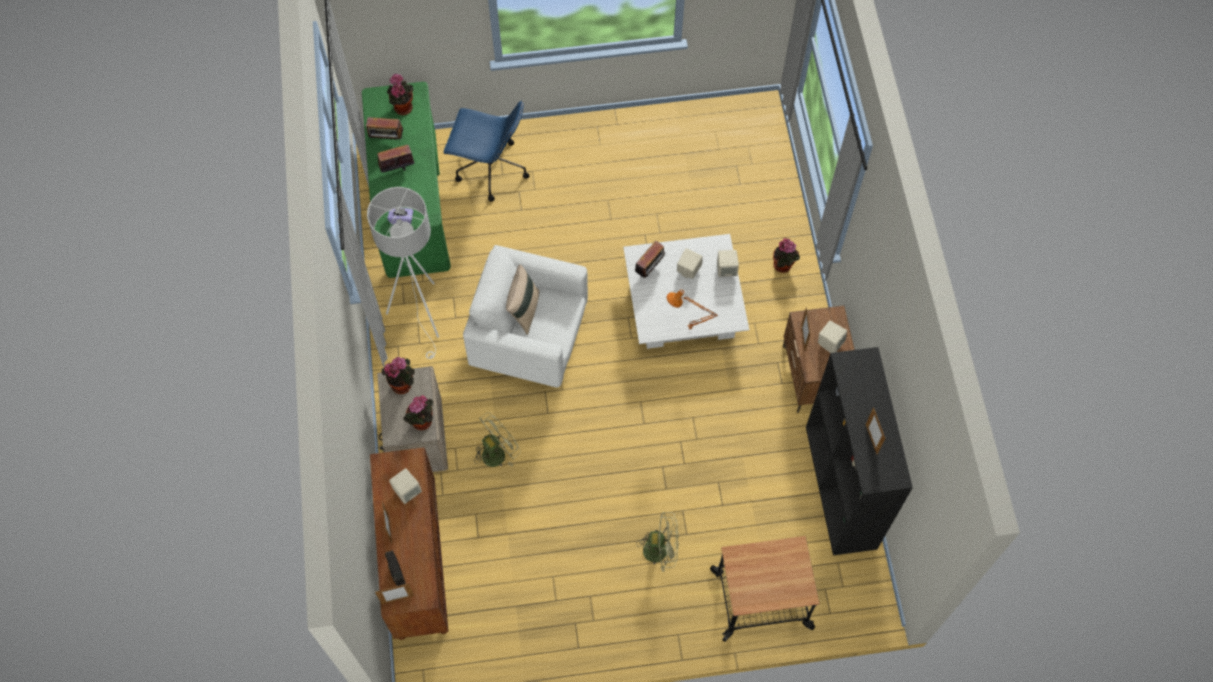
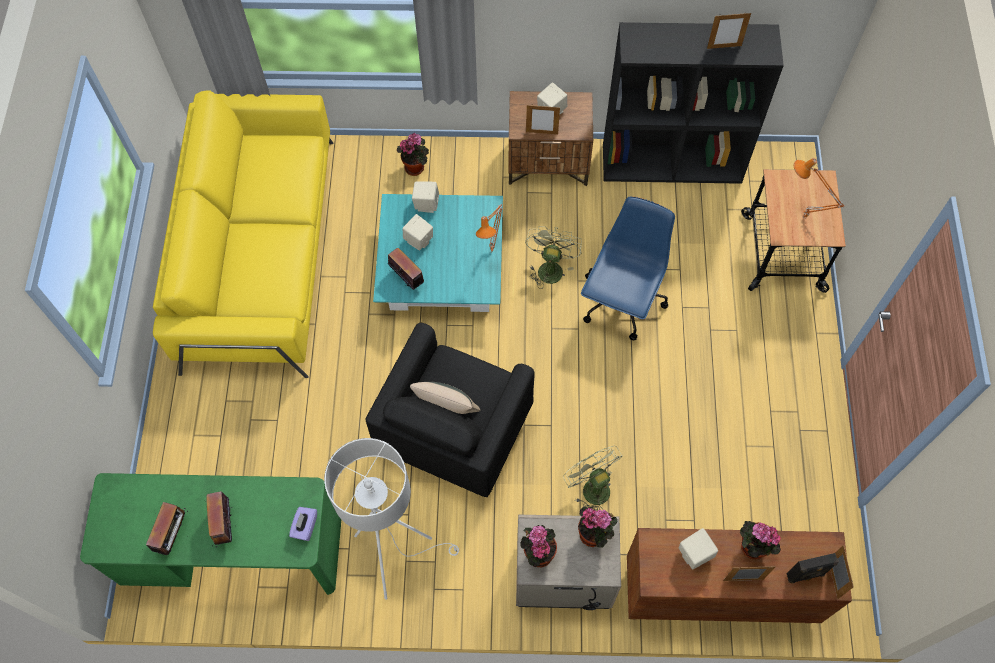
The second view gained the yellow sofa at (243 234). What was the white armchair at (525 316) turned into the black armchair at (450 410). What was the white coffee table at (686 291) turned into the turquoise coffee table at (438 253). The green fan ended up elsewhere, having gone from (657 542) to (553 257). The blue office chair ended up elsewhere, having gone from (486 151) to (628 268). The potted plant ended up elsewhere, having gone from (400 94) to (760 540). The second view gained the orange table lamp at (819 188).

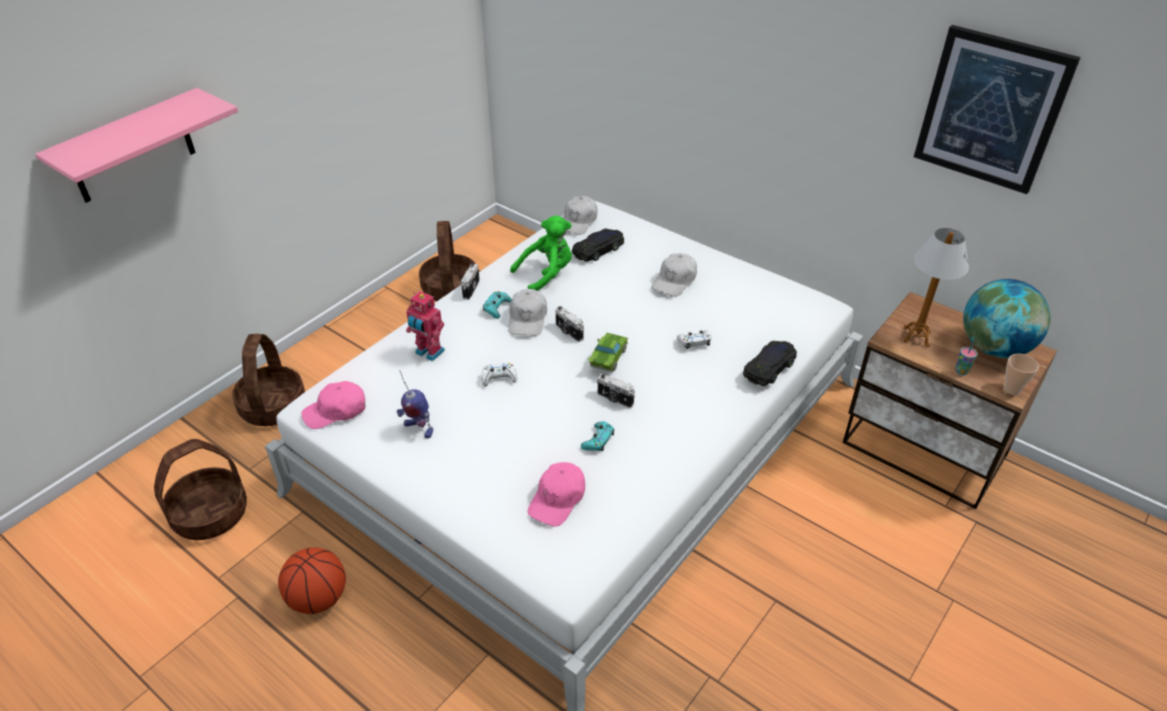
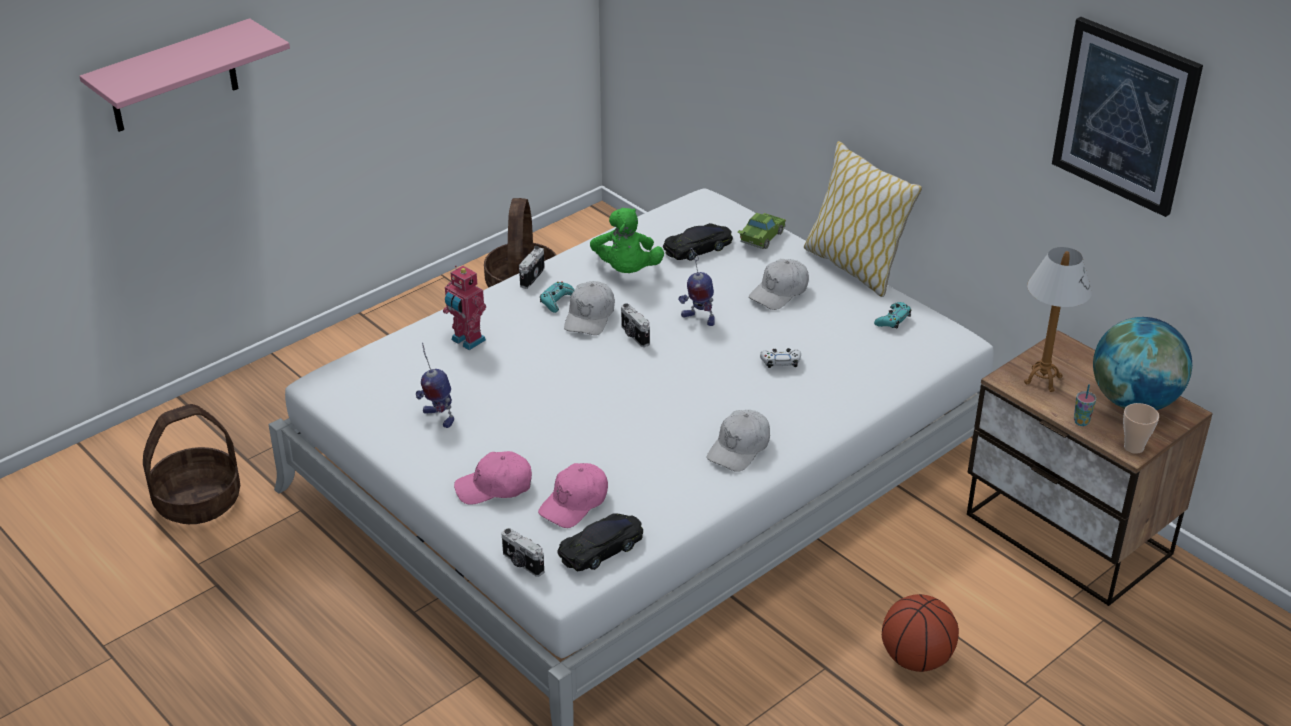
The pink cap ended up elsewhere, having gone from (333 405) to (493 478). The photo camera ended up elsewhere, having gone from (616 391) to (523 552). The black toy car ended up elsewhere, having gone from (770 363) to (600 542). The green plush toy at (541 253) ended up facing another way, 105 degrees clockwise from before. The second view gained the toy robot at (696 287). The white cap ended up elsewhere, having gone from (580 215) to (738 441). The green toy car ended up elsewhere, having gone from (607 352) to (761 231). The second view gained the pillow at (863 219). The turquoise game controller ended up elsewhere, having gone from (597 436) to (892 315). The basketball ended up elsewhere, having gone from (312 580) to (920 633). The second view lost the basket at (268 380). The second view lost the white game controller at (499 375).

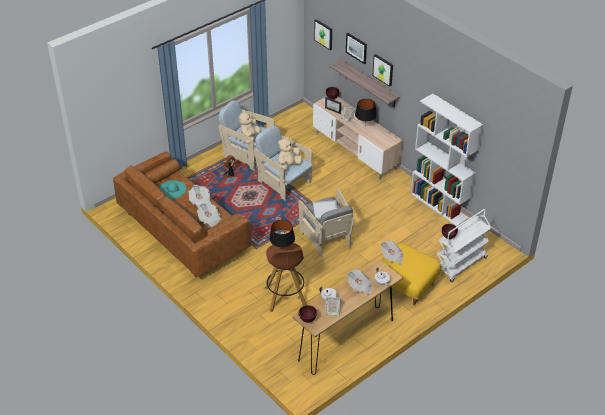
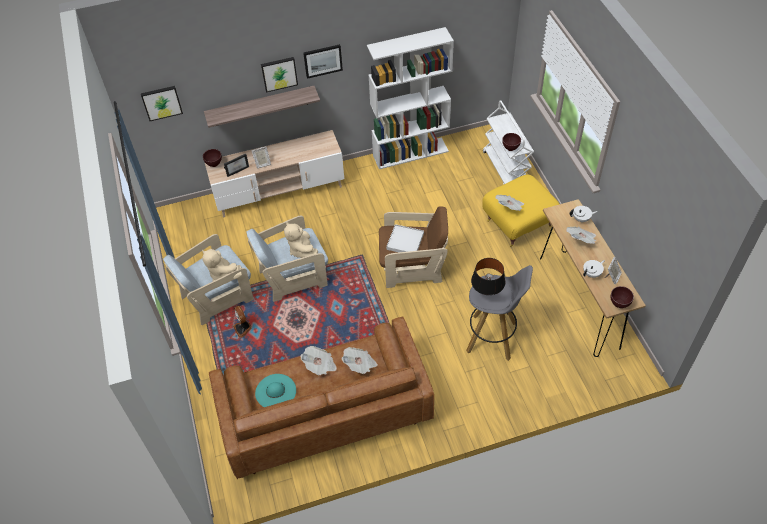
The picture ended up elsewhere, having gone from (356 48) to (323 61). What was the grey armchair at (326 223) turned into the brown armchair at (413 247). What was the brown stool at (285 277) turned into the grey stool at (499 313). The second view lost the black table lamp at (366 112).

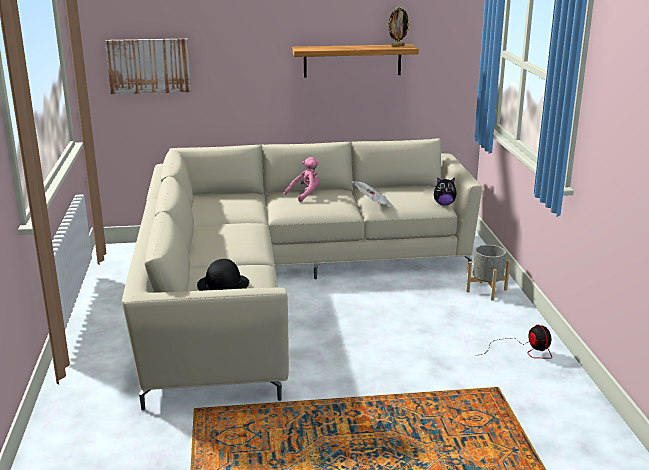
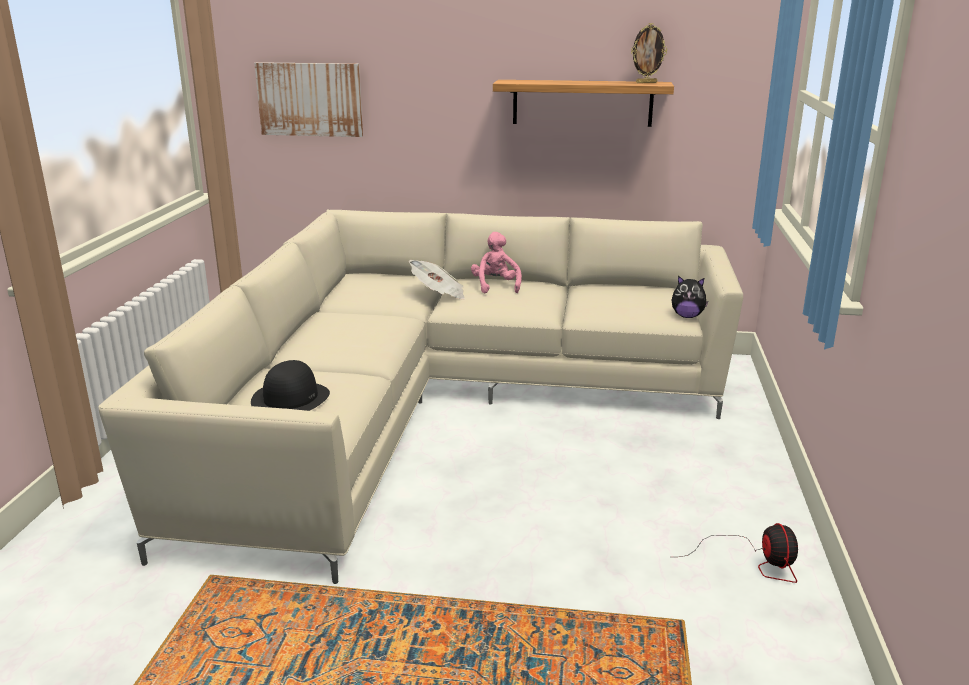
The newspaper ended up elsewhere, having gone from (372 194) to (437 279). The pink plush toy at (302 179) ended up facing another way, 75 degrees counterclockwise from before. The second view lost the grey planter at (488 273).

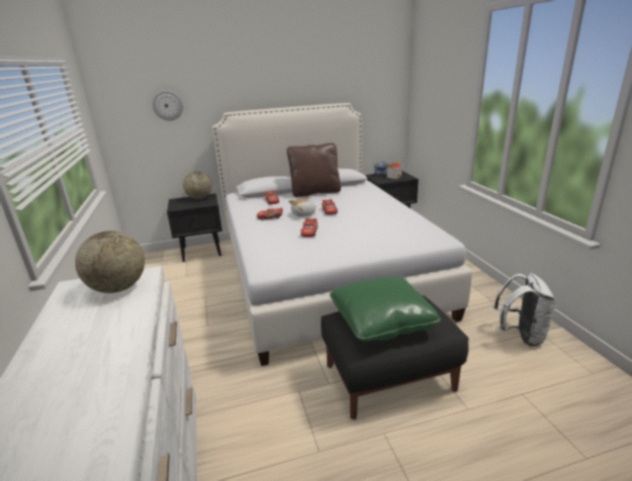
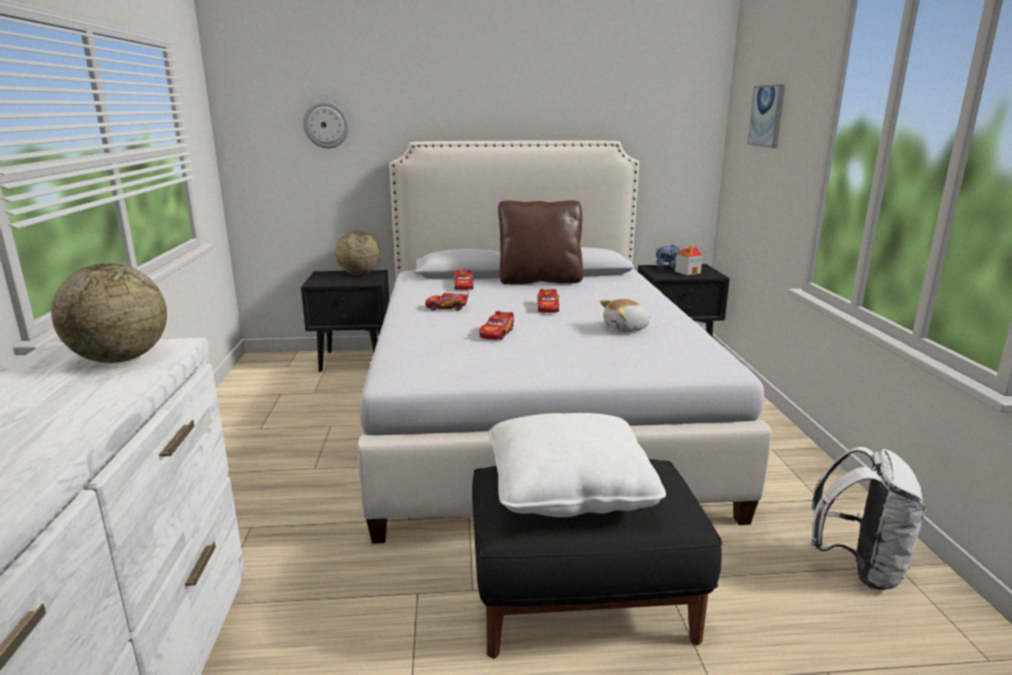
What was the green pillow at (385 309) turned into the white pillow at (577 465). The plush toy ended up elsewhere, having gone from (302 207) to (625 315). The second view gained the picture at (766 116).

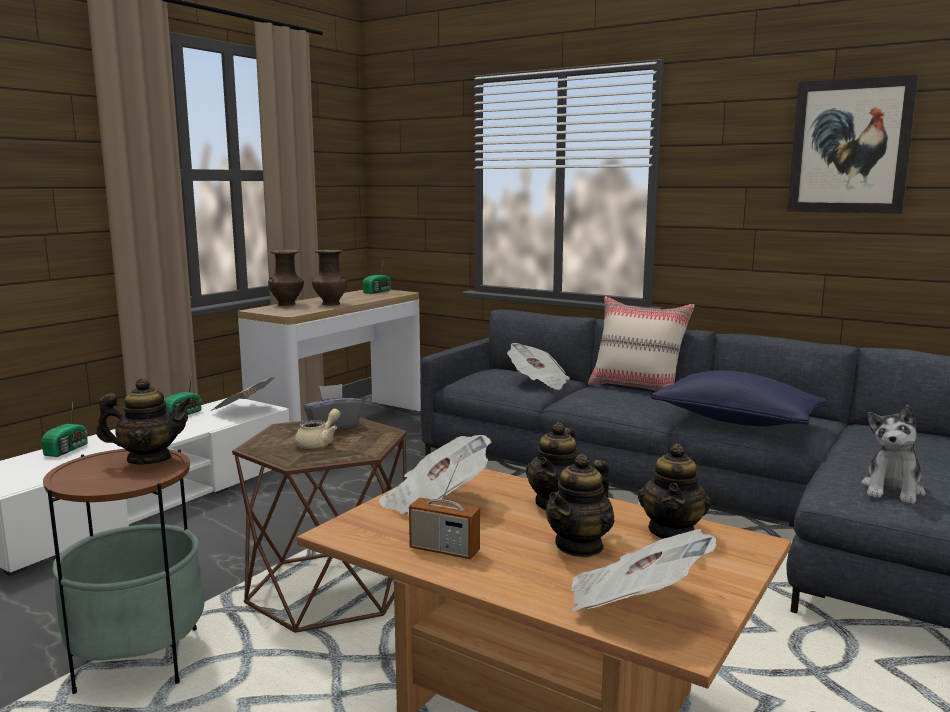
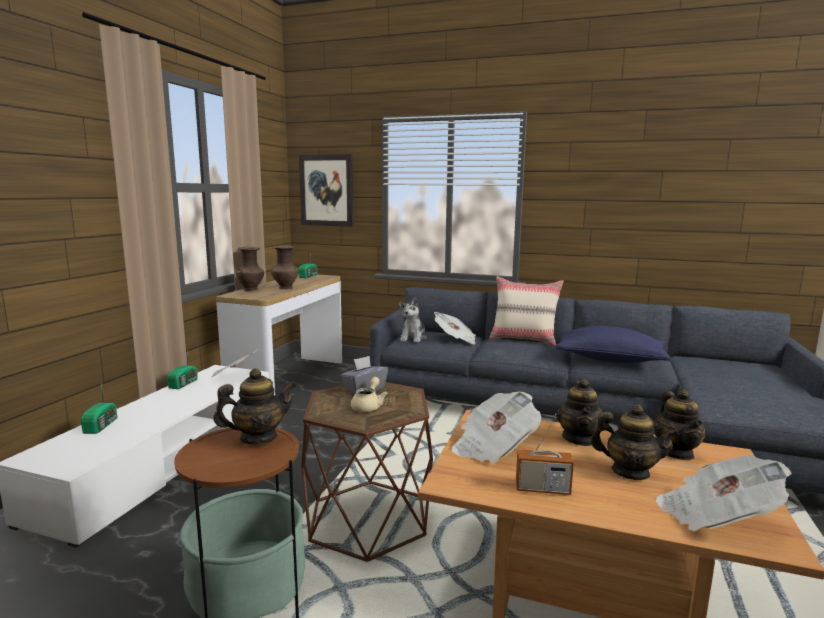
The picture ended up elsewhere, having gone from (853 144) to (326 190). The plush toy ended up elsewhere, having gone from (893 454) to (413 320). The teapot at (580 506) ended up facing another way, 90 degrees counterclockwise from before.

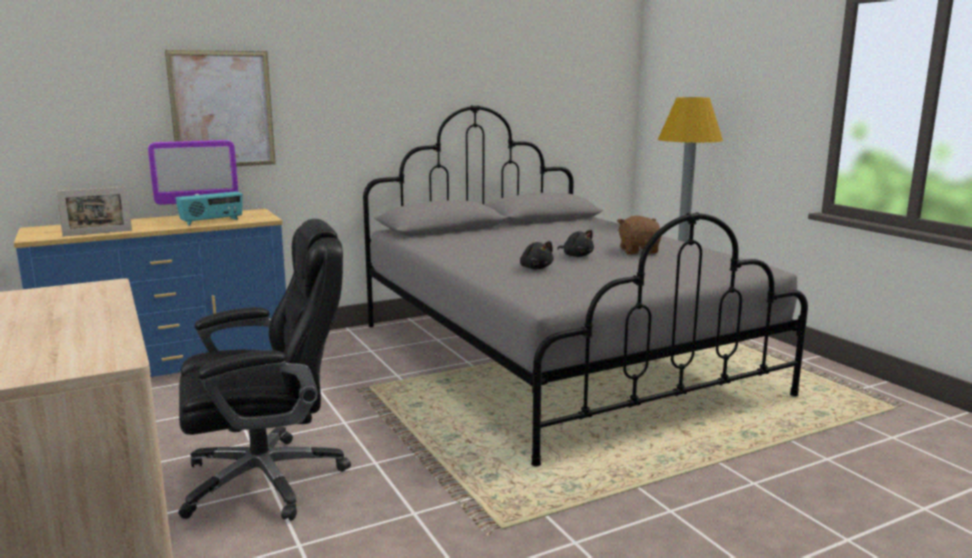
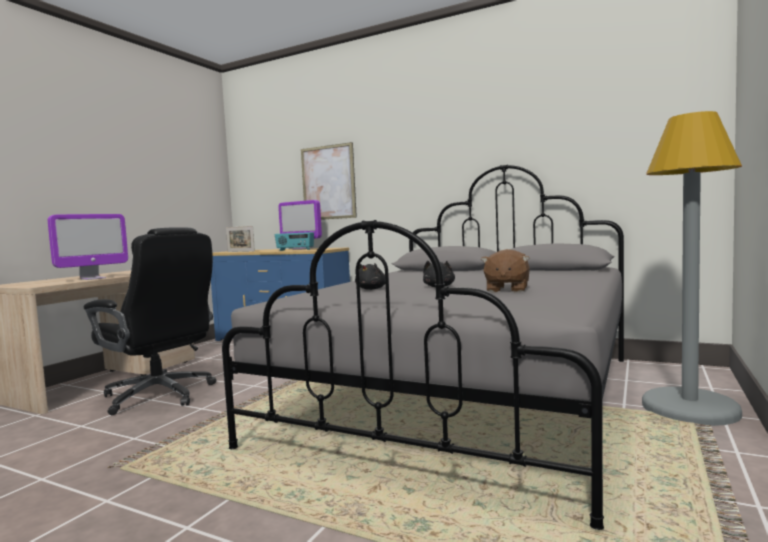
The second view gained the monitor at (88 247). The brown plush toy at (639 234) ended up facing another way, 150 degrees clockwise from before.

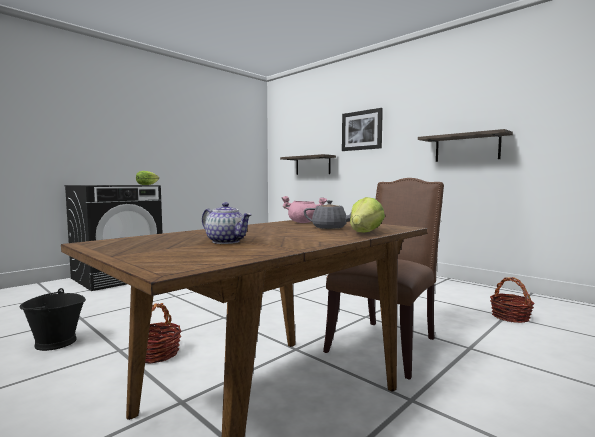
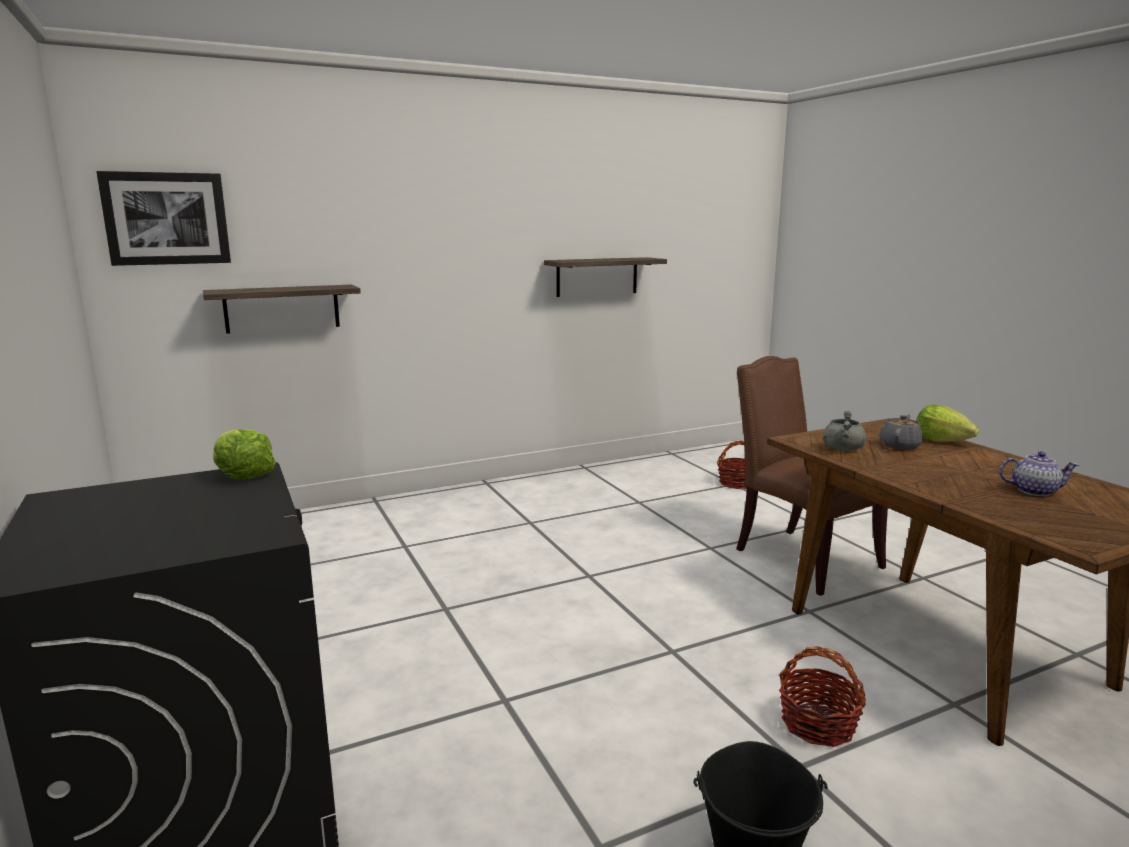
The picture ended up elsewhere, having gone from (362 129) to (163 218). What was the pink cooking pot at (304 209) turned into the grey cooking pot at (844 431). The teapot at (227 223) ended up facing another way, 45 degrees clockwise from before.

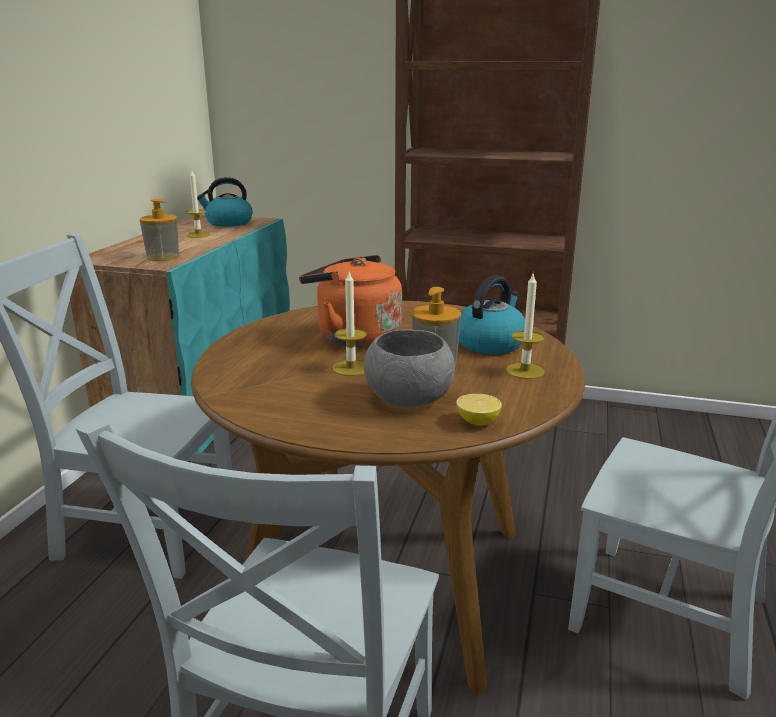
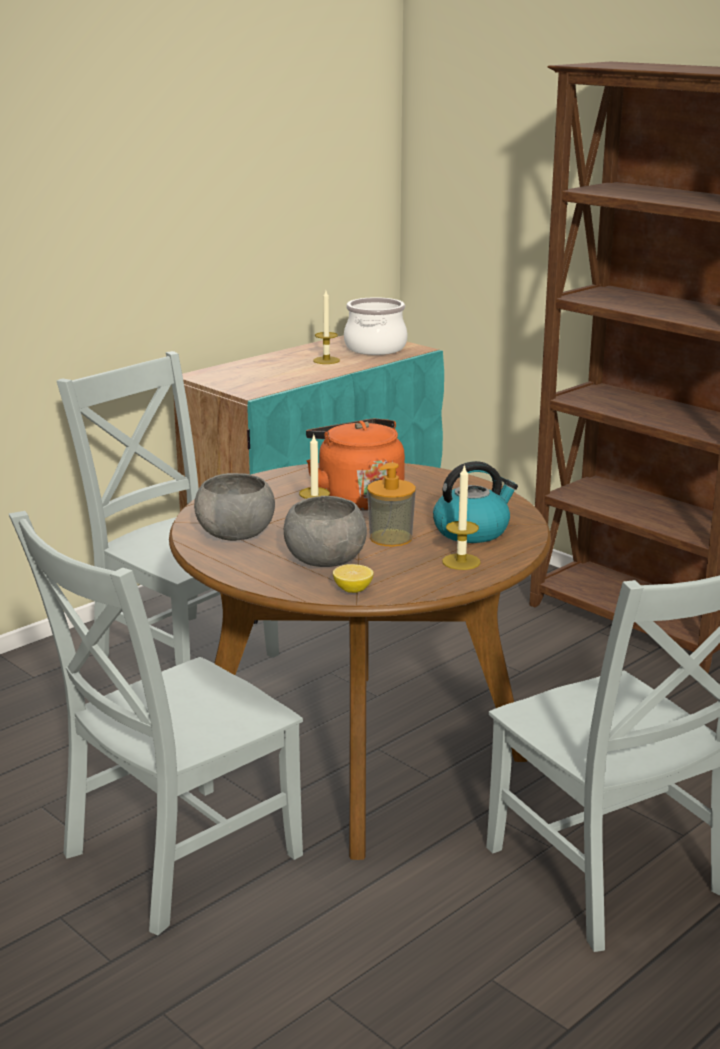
The second view gained the grey bowl at (234 507). Where the kettle stood at (225 202), the cooking pot came to stand at (376 326). The second view lost the soap dispenser at (159 230).

